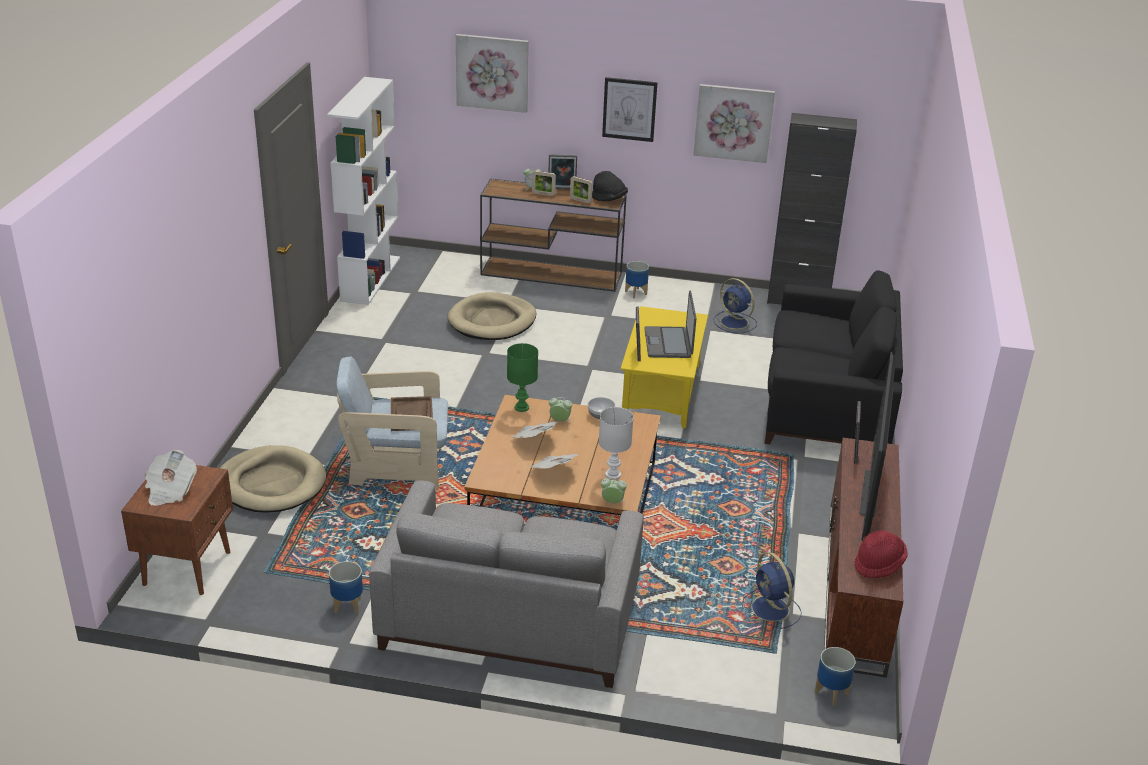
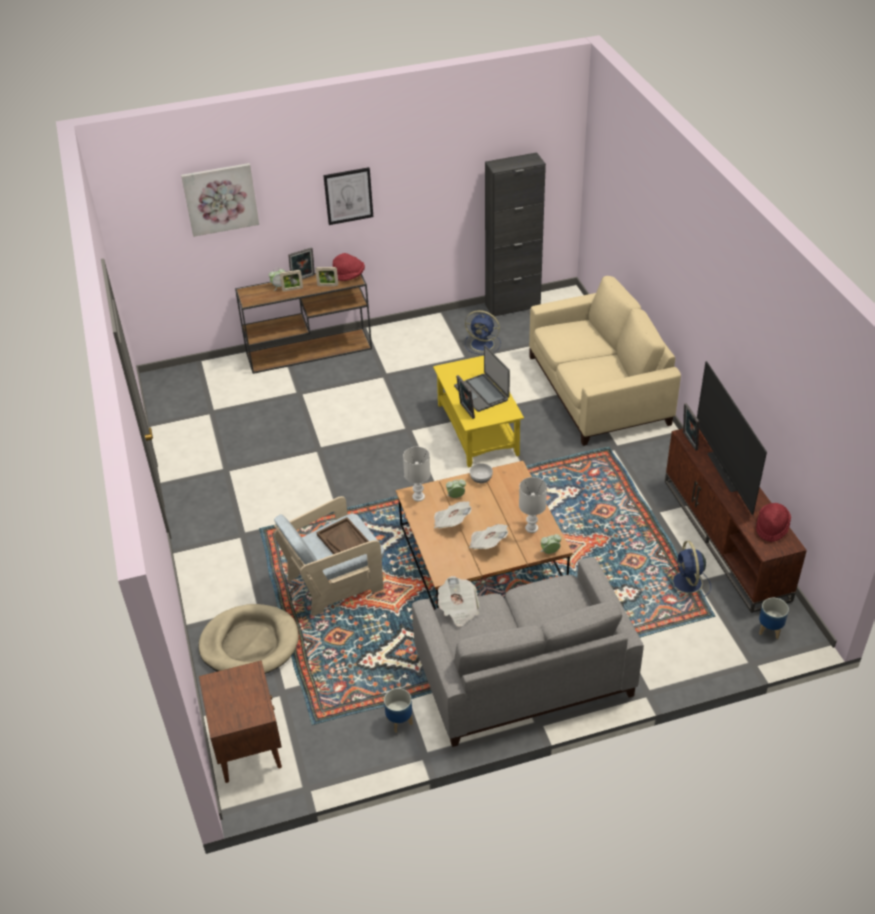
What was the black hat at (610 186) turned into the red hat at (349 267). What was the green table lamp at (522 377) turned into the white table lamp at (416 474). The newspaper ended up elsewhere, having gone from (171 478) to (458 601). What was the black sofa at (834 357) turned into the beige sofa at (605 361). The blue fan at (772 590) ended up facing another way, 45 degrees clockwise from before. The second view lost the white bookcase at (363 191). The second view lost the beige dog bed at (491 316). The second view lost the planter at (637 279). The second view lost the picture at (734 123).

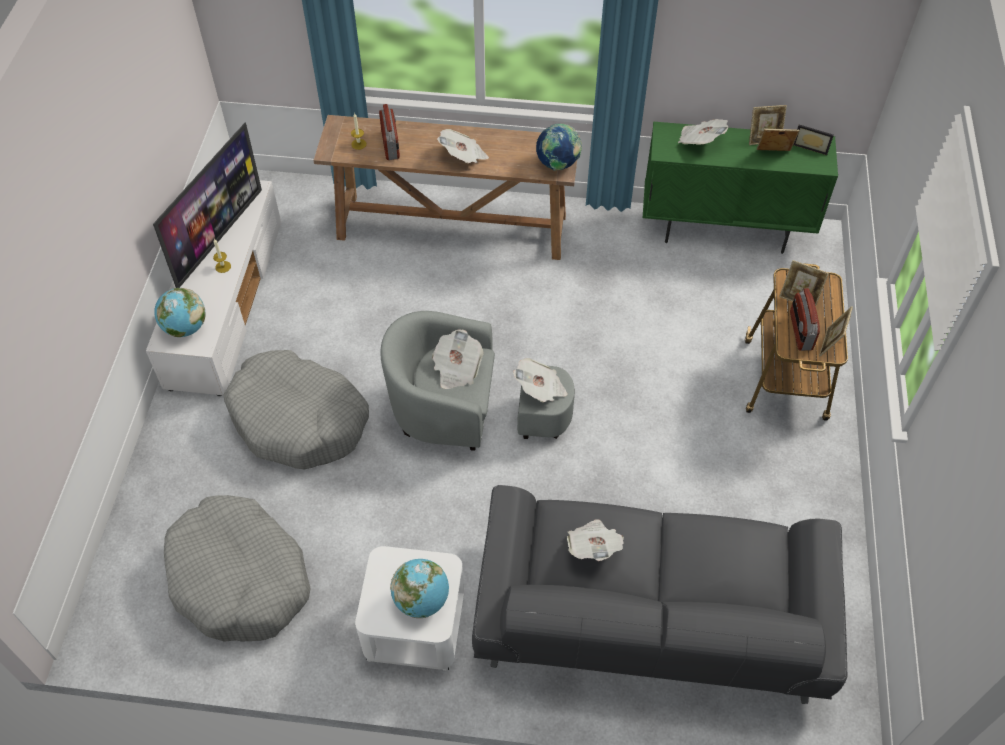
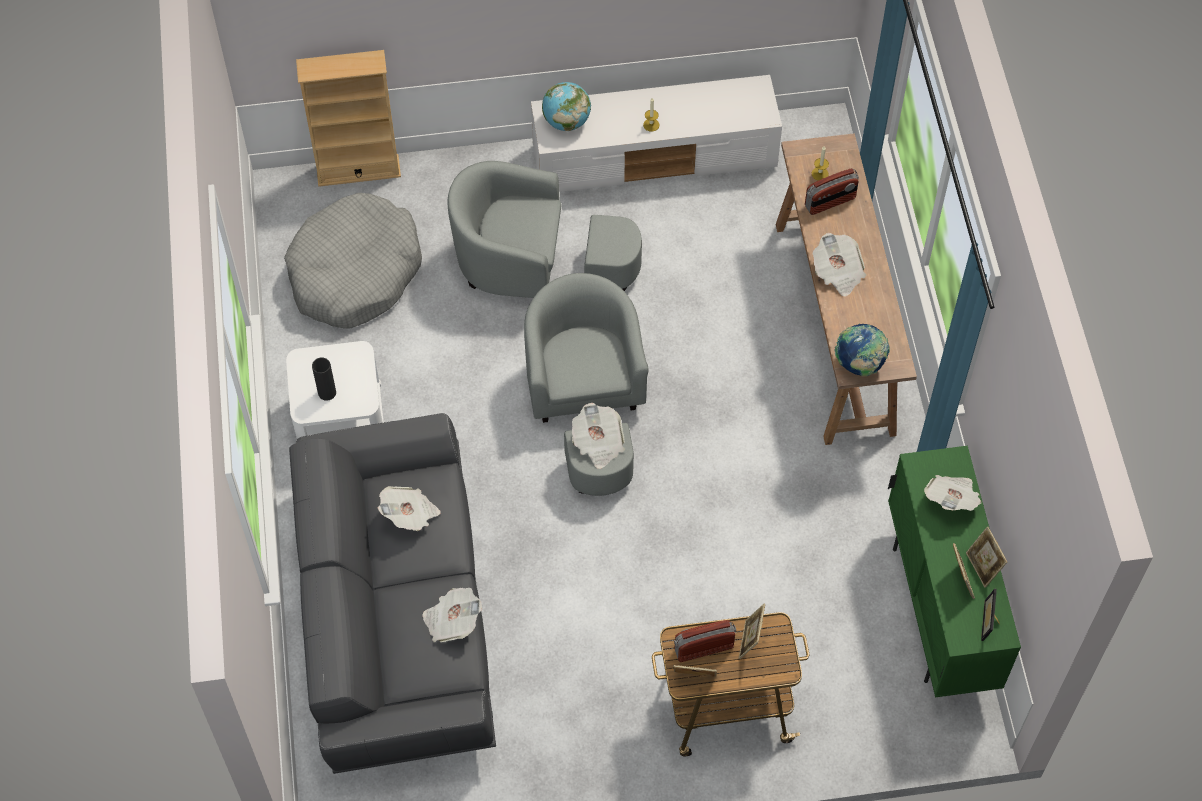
The second view gained the beige bookcase at (348 118). Where the globe stood at (419 588), the black vase came to stand at (324 379). The newspaper ended up elsewhere, having gone from (458 359) to (452 615). Where the grey dog bed stood at (296 409), the grey armchair came to stand at (544 229). The second view lost the television at (207 205).

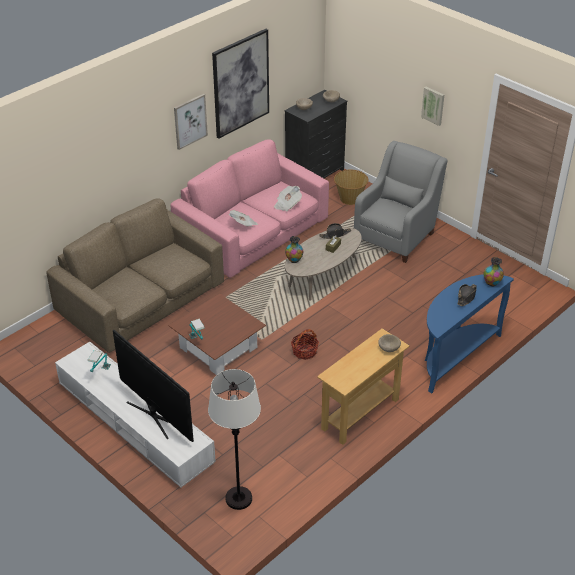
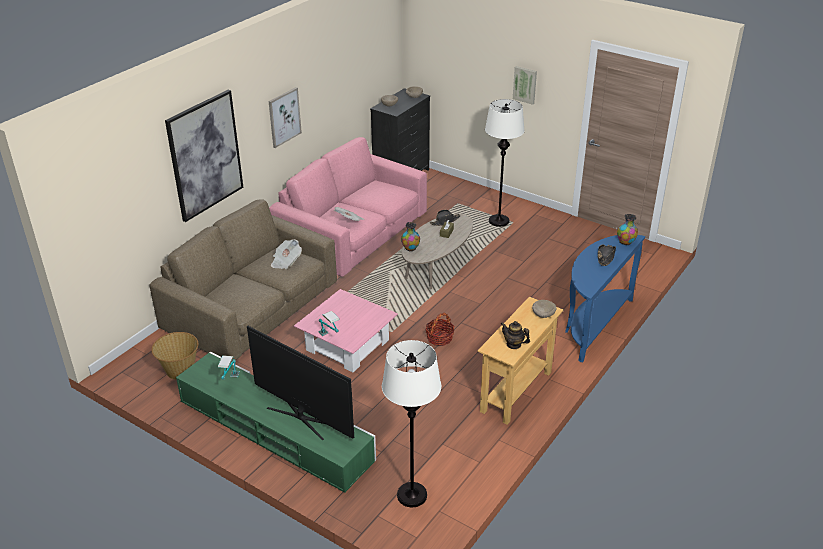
The basket ended up elsewhere, having gone from (351 187) to (174 356). The picture ended up elsewhere, having gone from (240 84) to (204 156). What was the white tv stand at (135 414) turned into the green tv stand at (276 422). The newspaper ended up elsewhere, having gone from (288 199) to (286 254). What was the brown coffee table at (217 334) turned into the pink coffee table at (346 330). Where the grey armchair stood at (400 202), the white floor lamp came to stand at (505 163). The second view gained the teapot at (515 335).

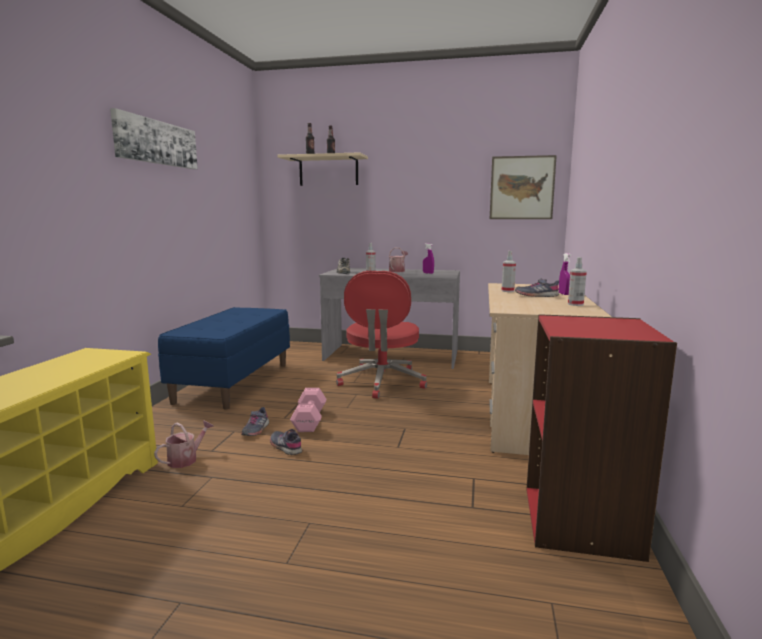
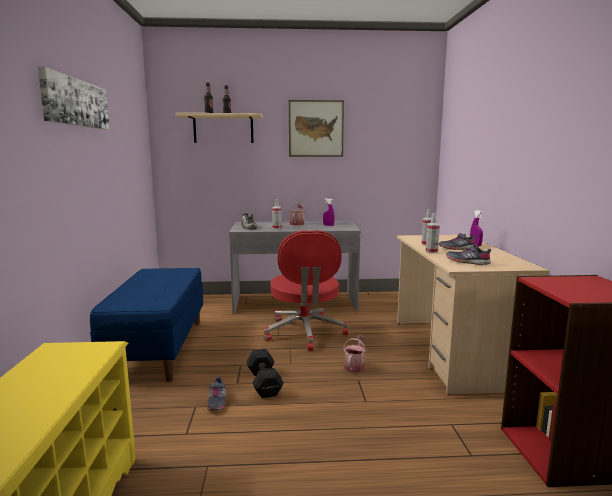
What was the pink dumbbell at (308 410) turned into the black dumbbell at (265 373). The picture ended up elsewhere, having gone from (523 187) to (316 128). The watering can ended up elsewhere, having gone from (184 444) to (354 354). The spray bottle ended up elsewhere, having gone from (577 281) to (433 233). The grey shoe ended up elsewhere, having gone from (286 442) to (468 255).

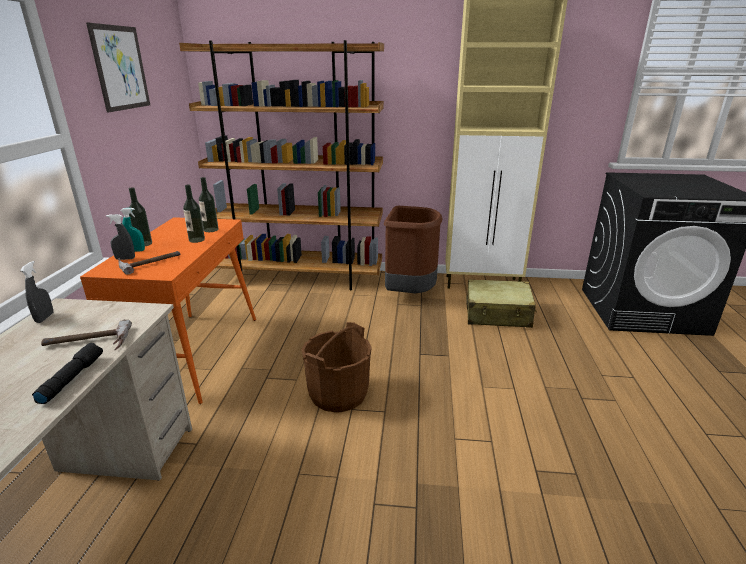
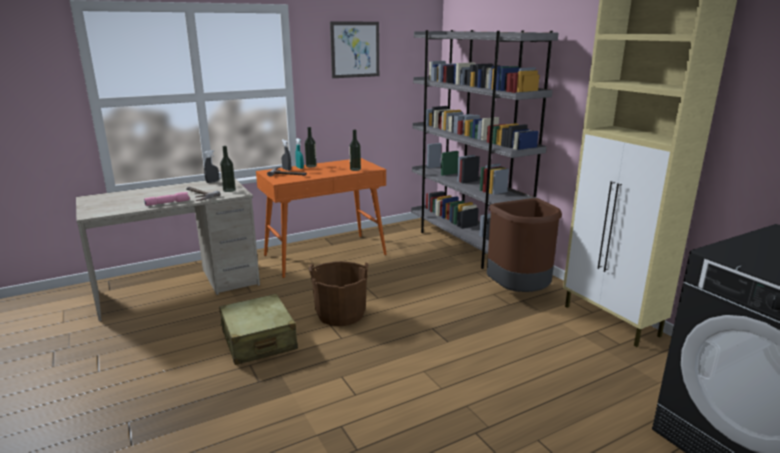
What was the black flashlight at (67 373) turned into the pink flashlight at (167 199). The beige suitcase ended up elsewhere, having gone from (501 303) to (258 329). The bottle ended up elsewhere, having gone from (194 214) to (228 169). What was the brown bookcase at (281 165) turned into the grey bookcase at (485 149).

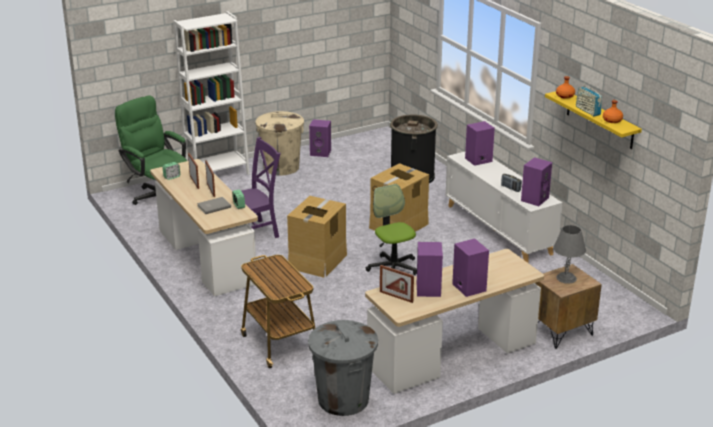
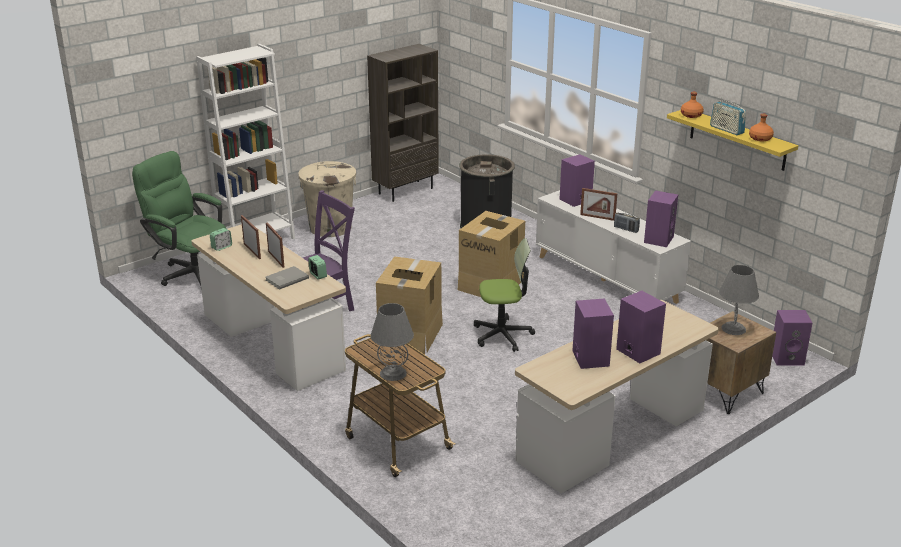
The second view gained the brown bookcase at (403 123). The second view gained the grey table lamp at (392 342). The office chair at (391 229) ended up facing another way, 120 degrees clockwise from before. The picture frame ended up elsewhere, having gone from (397 284) to (598 204). The purple speaker ended up elsewhere, having gone from (320 138) to (792 338). The second view lost the grey trash can at (343 368).

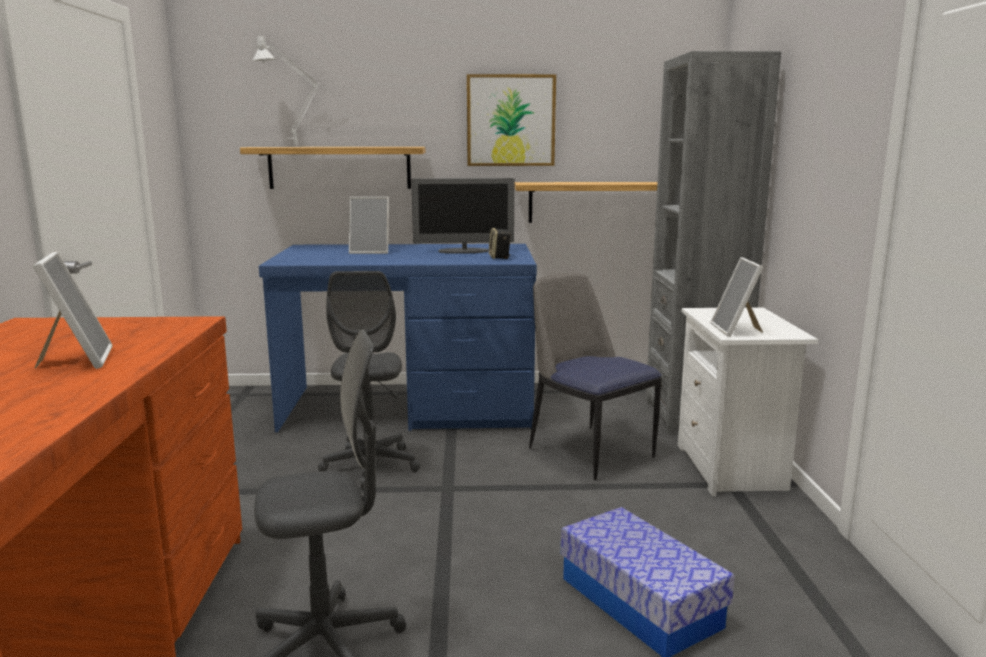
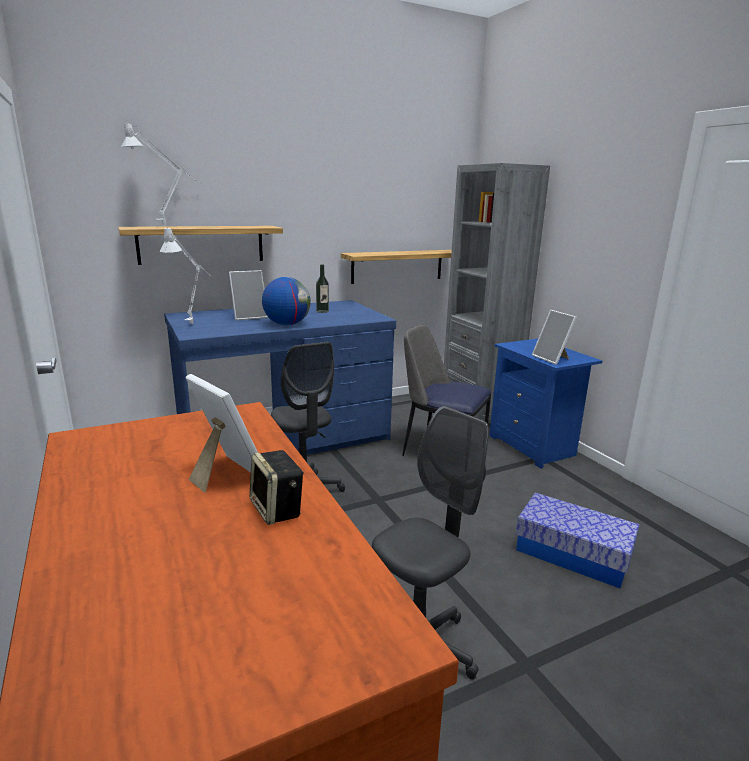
The second view gained the grey table lamp at (185 275). The speaker ended up elsewhere, having gone from (499 243) to (277 487). The second view gained the globe at (286 301). Where the monitor stood at (463 216), the bottle came to stand at (322 289). What was the white nightstand at (748 401) turned into the blue nightstand at (545 404). The second view lost the picture at (511 120).

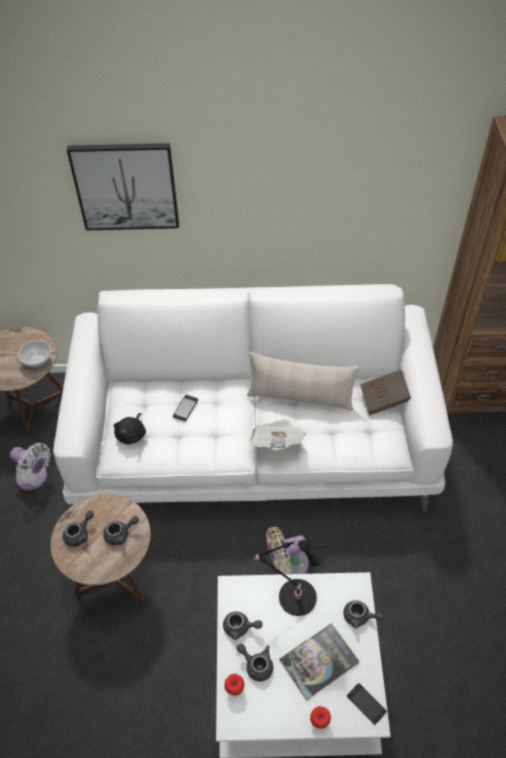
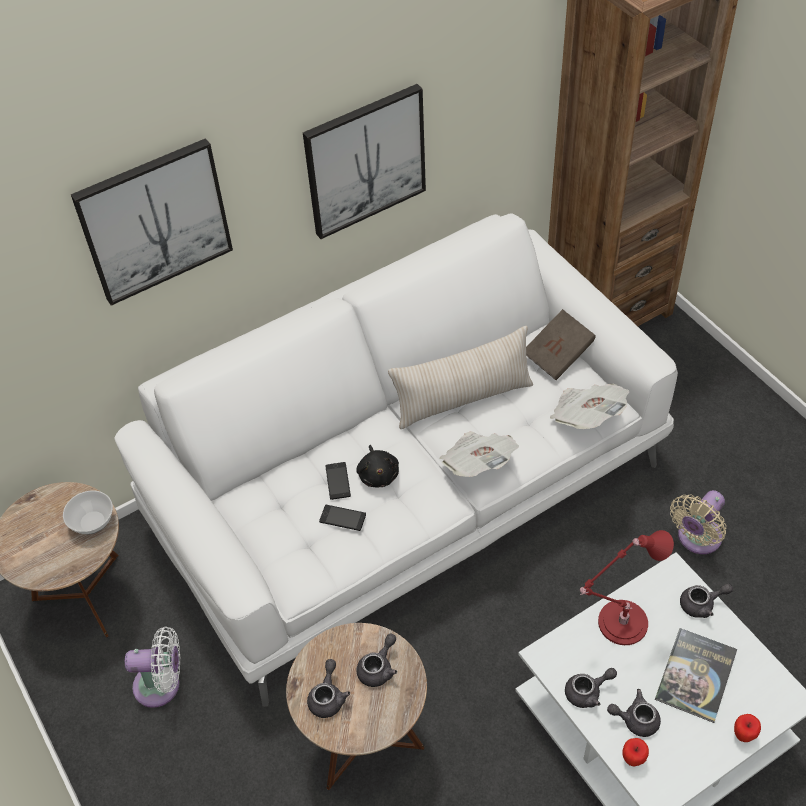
The second view gained the picture at (364 161). The phone ended up elsewhere, having gone from (367 704) to (342 518). The black plush toy ended up elsewhere, having gone from (130 428) to (377 466). The second view gained the newspaper at (589 406). What was the black table lamp at (290 577) turned into the red table lamp at (627 587). The beige fan ended up elsewhere, having gone from (287 550) to (698 522).

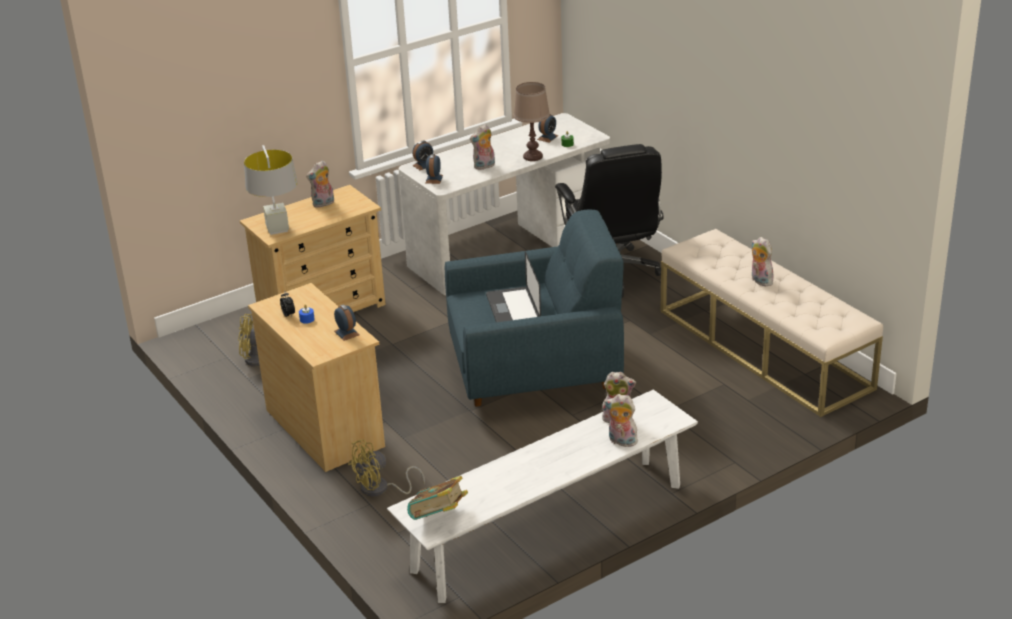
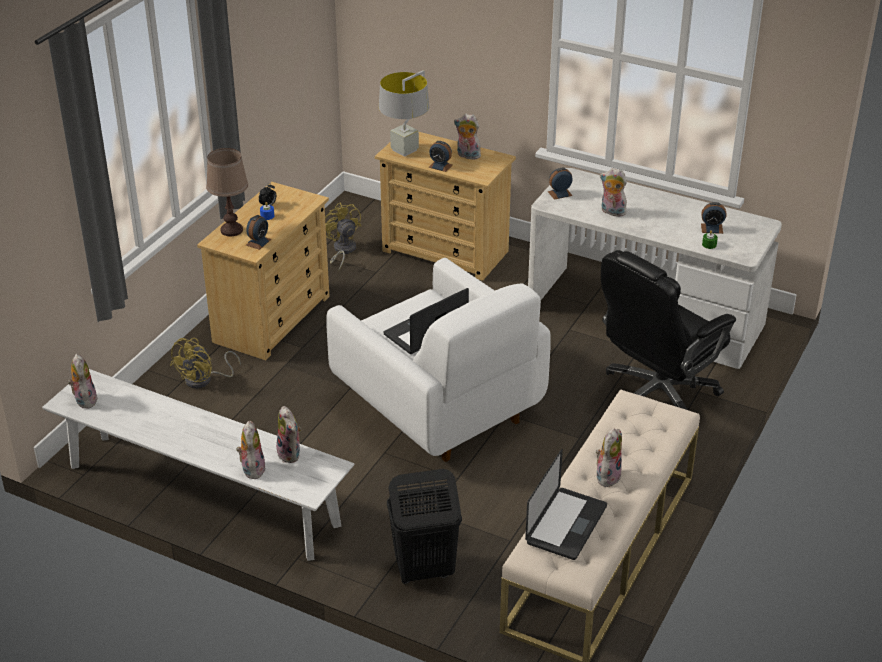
Where the book stood at (437 498), the plush toy came to stand at (82 381). The yellow fan at (386 468) ended up facing another way, 90 degrees counterclockwise from before. The brown table lamp ended up elsewhere, having gone from (531 121) to (227 192). What was the blue armchair at (534 308) turned into the white armchair at (438 360). The second view gained the black laundry basket at (424 526). The alarm clock ended up elsewhere, having gone from (422 155) to (440 156). The second view gained the laptop at (566 504).

